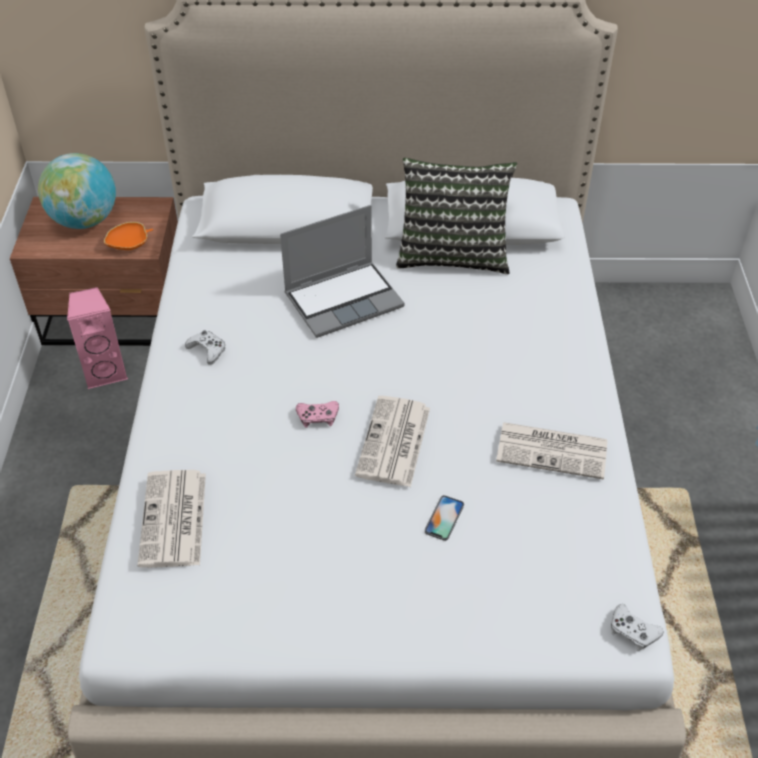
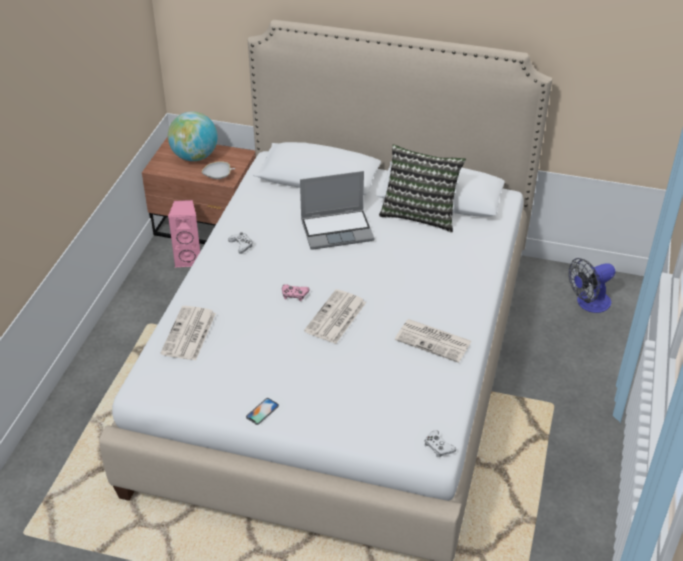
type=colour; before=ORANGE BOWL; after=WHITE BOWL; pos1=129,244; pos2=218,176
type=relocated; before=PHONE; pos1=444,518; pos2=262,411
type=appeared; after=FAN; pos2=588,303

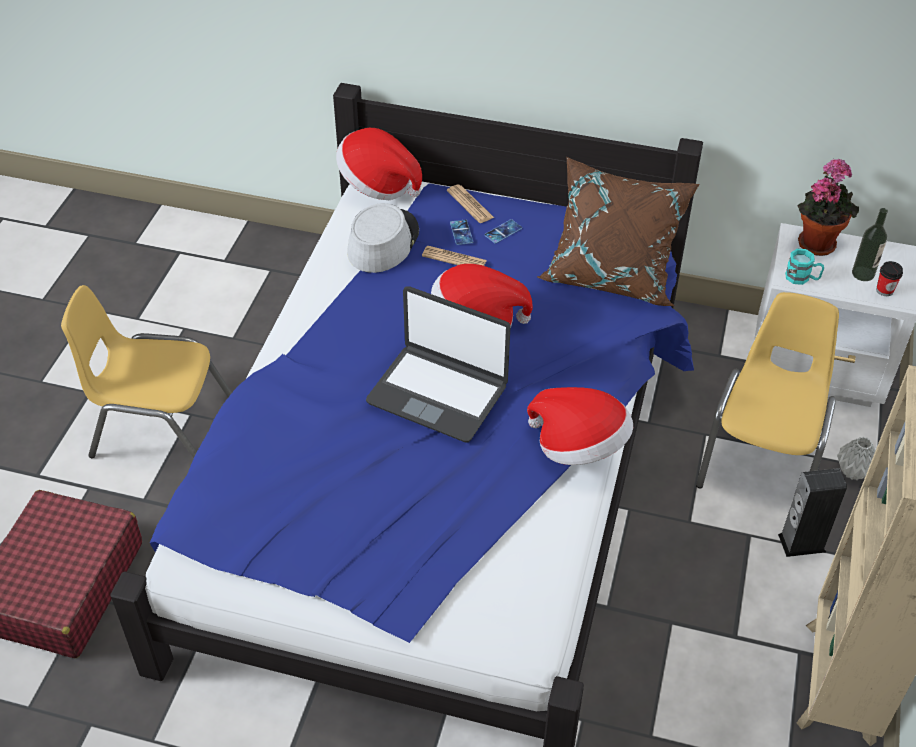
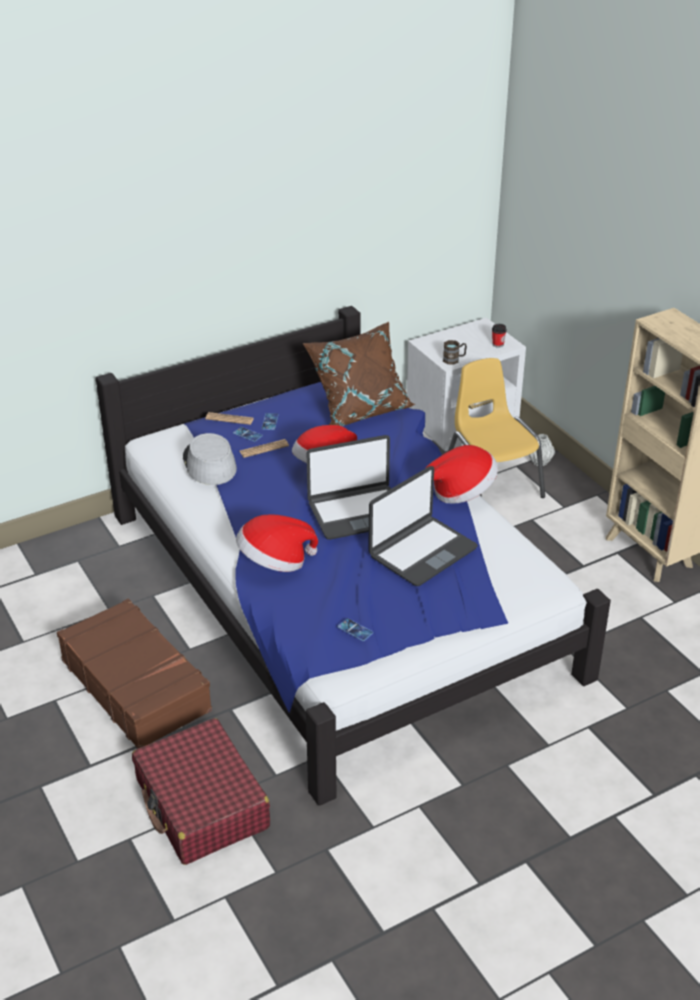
type=relocated; before=HAT; pos1=378,184; pos2=275,562
type=missing; before=POTTED PLANT; pos1=817,242
type=missing; before=BOTTLE; pos1=863,274
type=colour; before=TURQUOISE MUG; after=BROWN MUG; pos1=802,278; pos2=454,359
type=exchanged; before=YELLOW CHAIR; after=BROWN SUITCASE; pos1=162,427; pos2=136,685
type=missing; before=SPEAKER; pos1=802,543
type=appeared; after=LAPTOP; pos2=422,551
type=appeared; after=PHONE; pos2=355,630

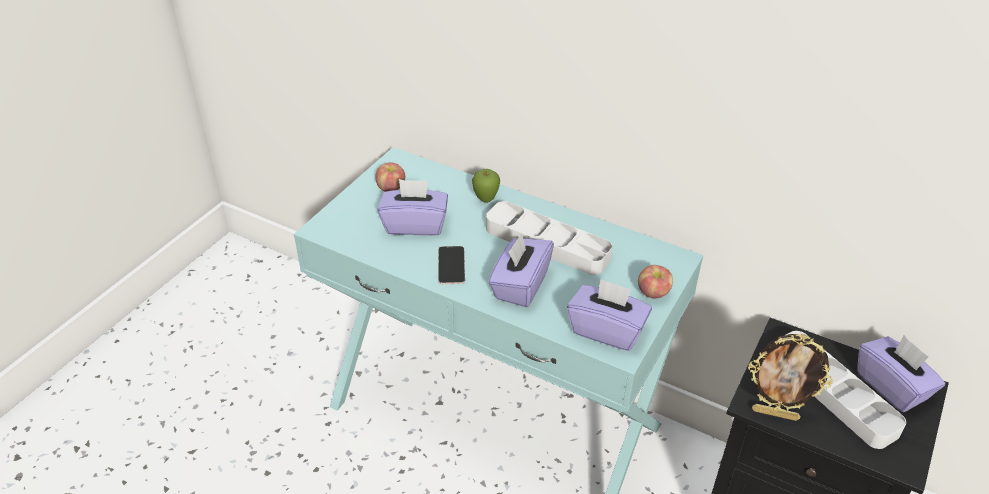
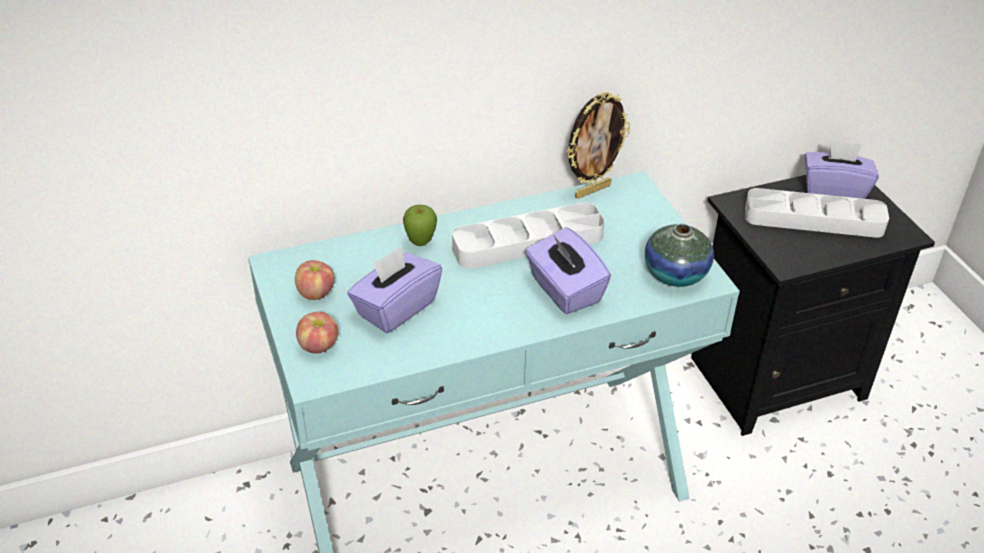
type=missing; before=PHONE; pos1=451,265
type=relocated; before=APPLE; pos1=653,293; pos2=319,346
type=exchanged; before=PURPLE TISSUE BOX; after=VASE; pos1=607,330; pos2=675,274
type=relocated; before=PICTURE FRAME; pos1=775,413; pos2=592,190

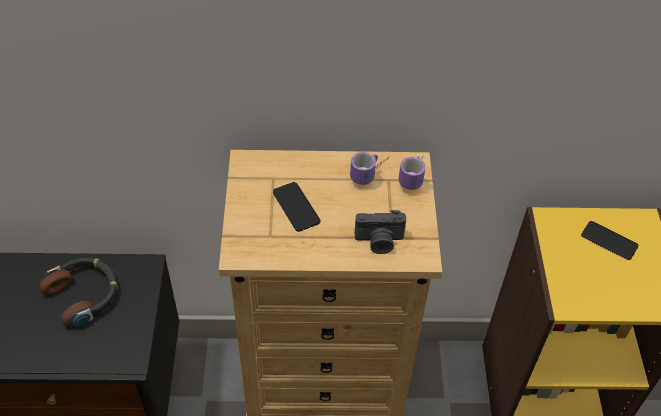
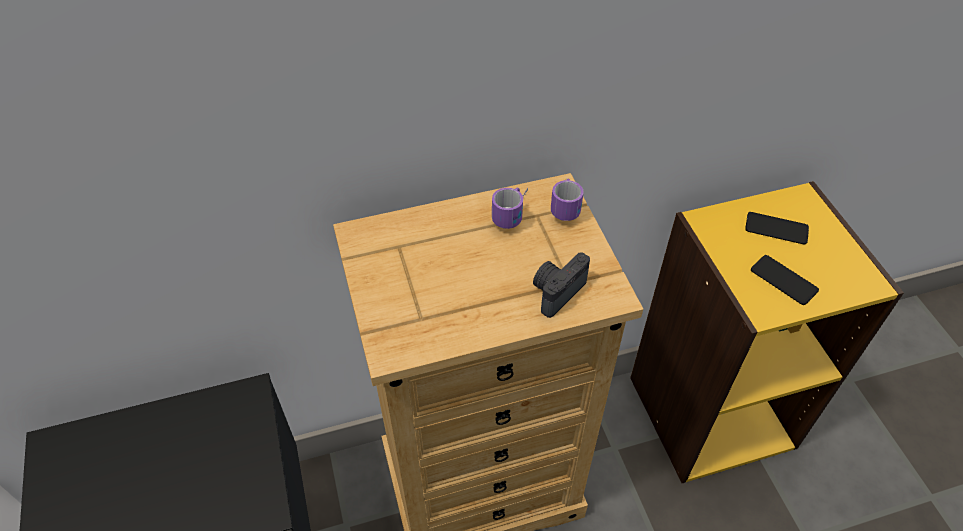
type=relocated; before=PHONE; pos1=296,207; pos2=783,280
type=spun; before=PHOTO CAMERA; pos1=379,242; pos2=556,291; turn=150
type=missing; before=HEADPHONES; pos1=84,294

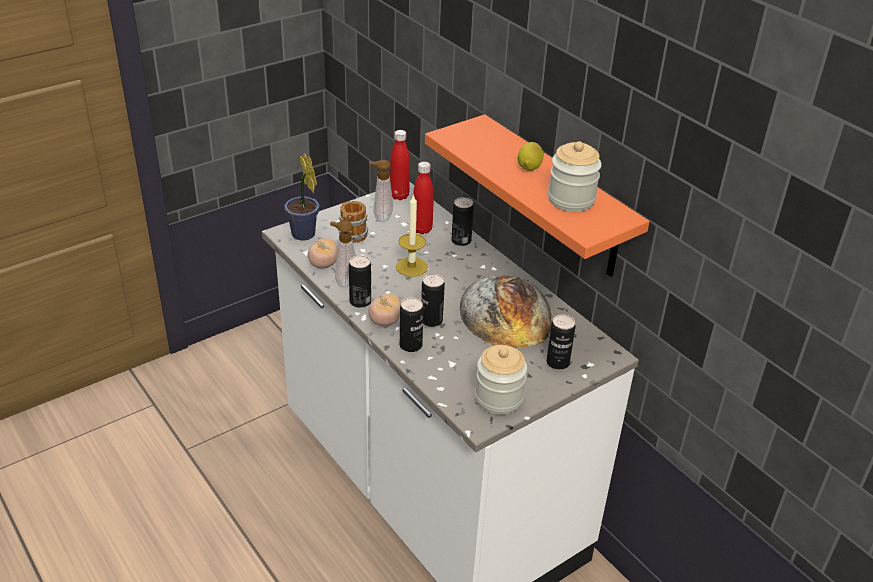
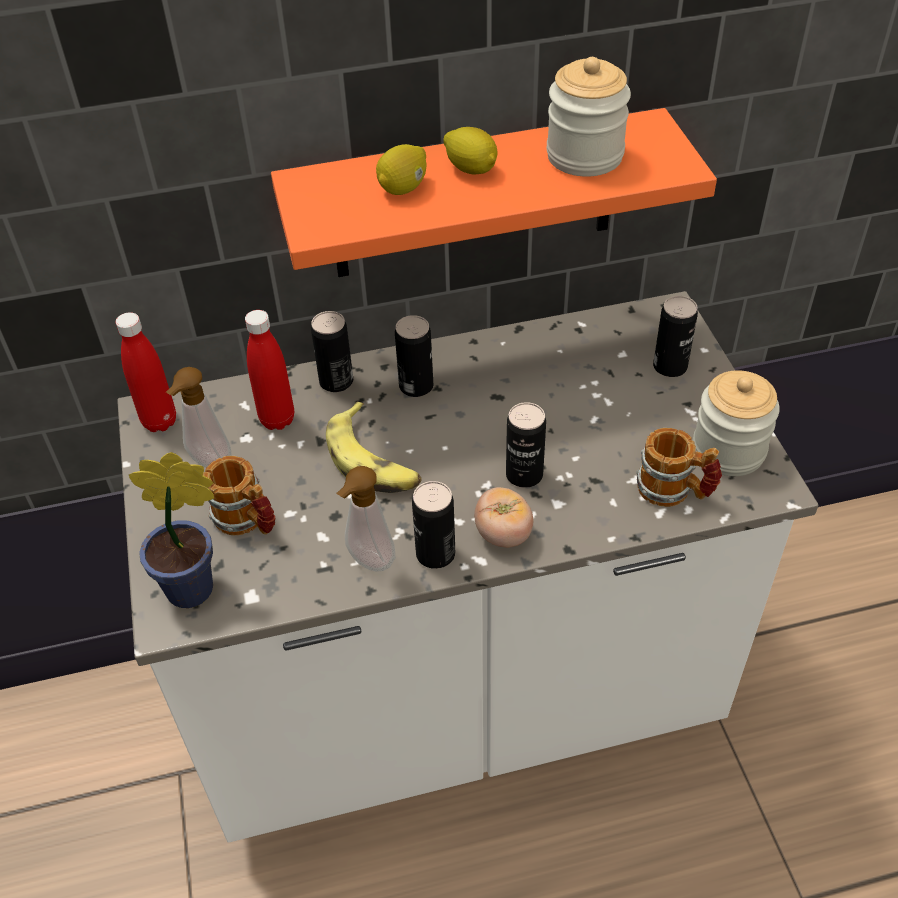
type=exchanged; before=CANDLE; after=BANANA; pos1=411,267; pos2=373,461
type=missing; before=TOMATO; pos1=323,265
type=missing; before=BREAD; pos1=506,312
type=relocated; before=CAN; pos1=410,345; pos2=416,386
type=appeared; after=LEMON; pos2=403,188
type=appeared; after=MUG; pos2=674,491

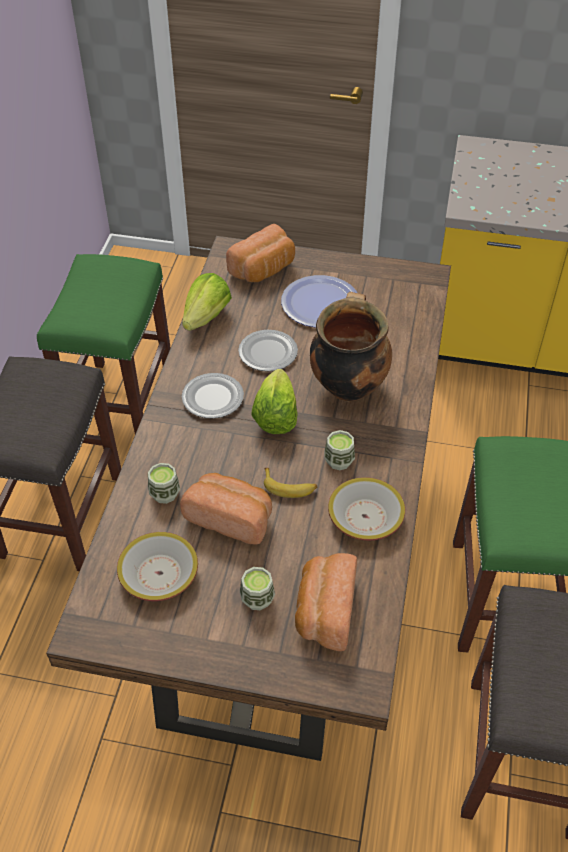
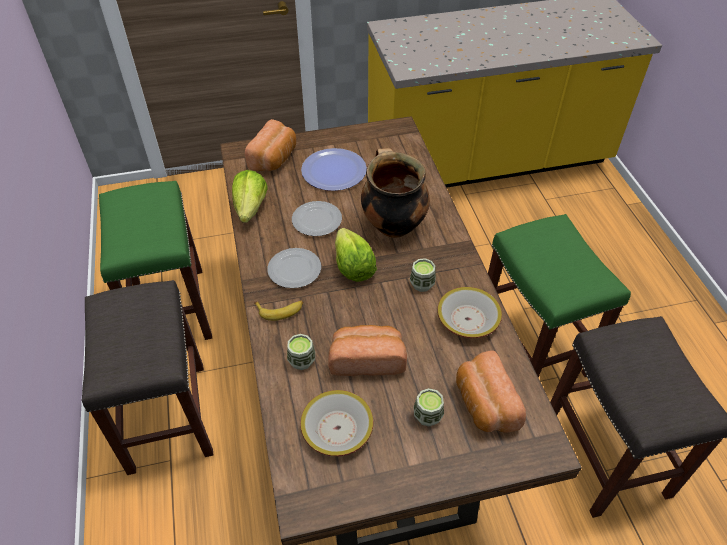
type=relocated; before=BANANA; pos1=289,487; pos2=280,310

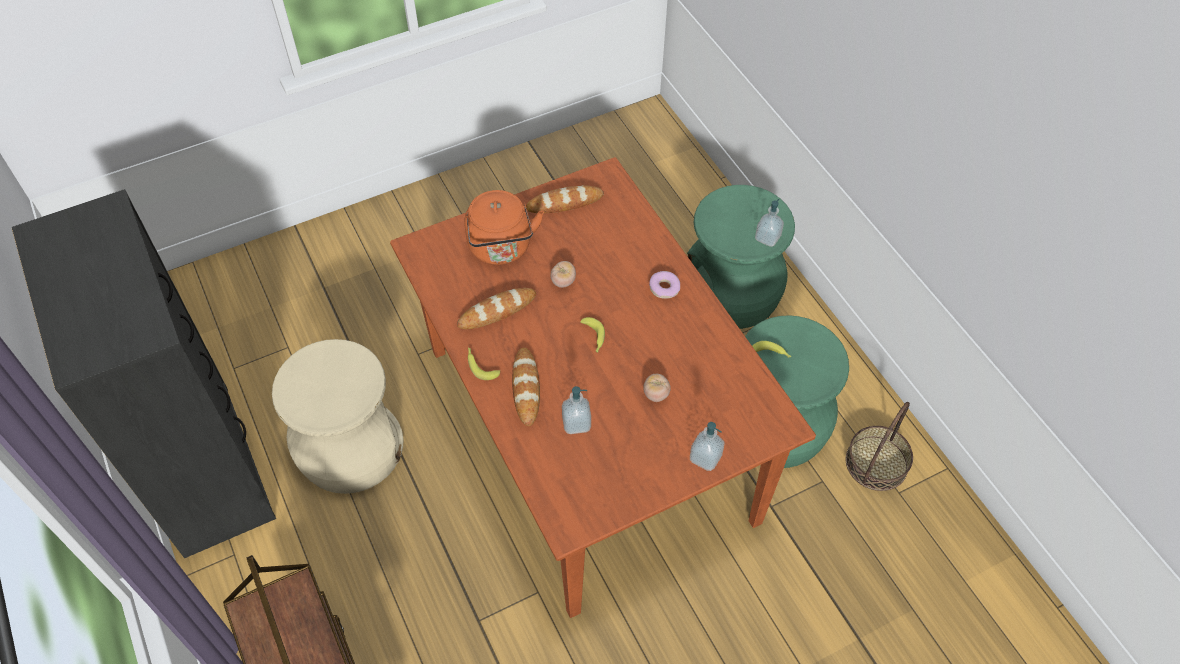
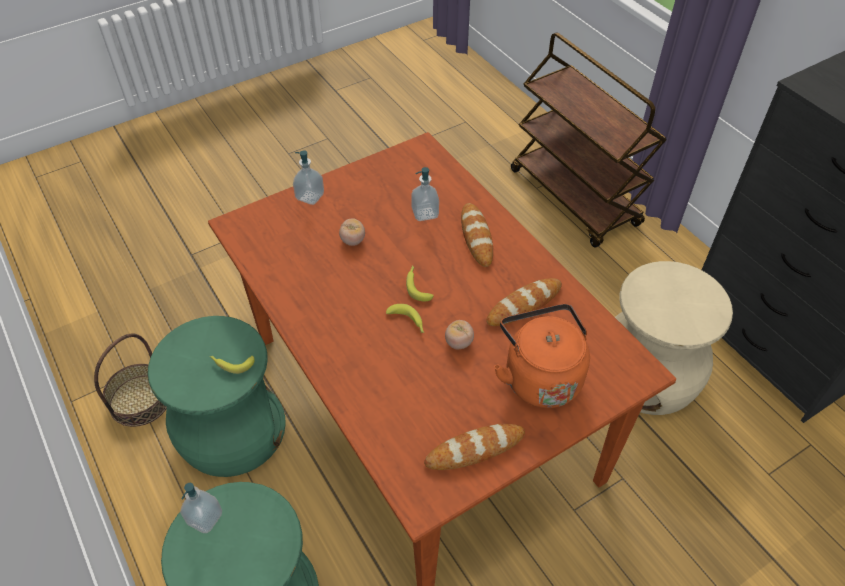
type=missing; before=DONUT; pos1=664,288
type=relocated; before=BANANA; pos1=480,365; pos2=408,322

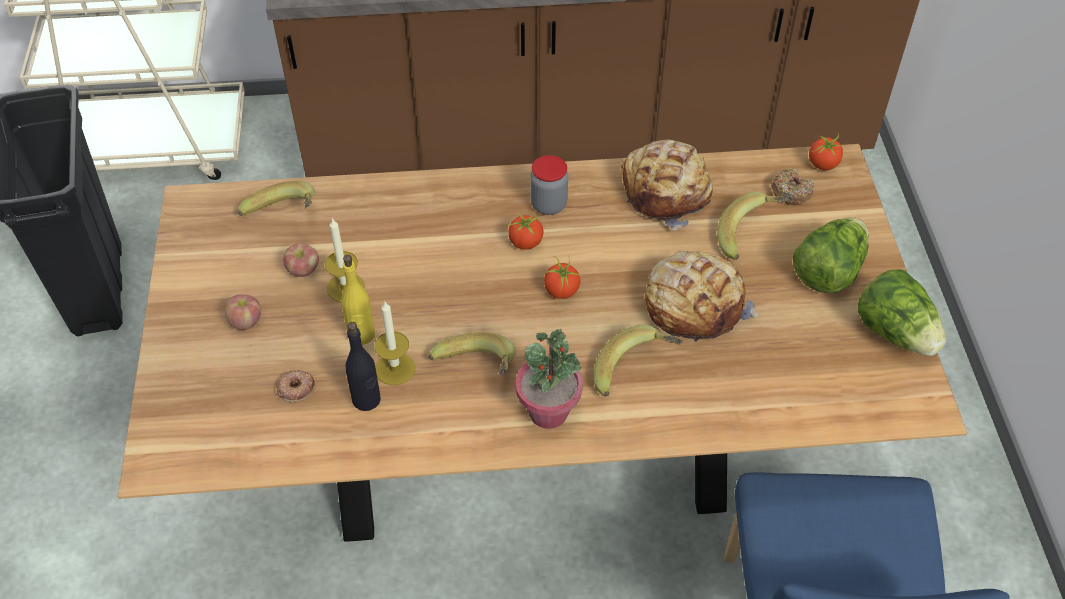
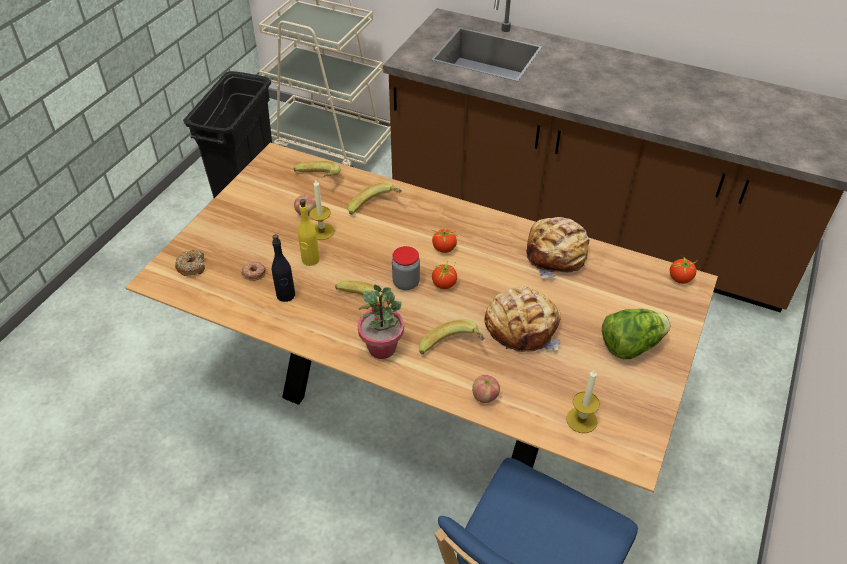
type=relocated; before=JAR; pos1=548,205; pos2=406,283
type=relocated; before=DONUT; pos1=791,192; pos2=192,267
type=relocated; before=BANANA; pos1=752,236; pos2=376,209
type=missing; before=LETTUCE; pos1=895,333
type=relocated; before=APPLE; pos1=245,322; pos2=485,396
type=relocated; before=CANDLE; pos1=395,368; pos2=581,420

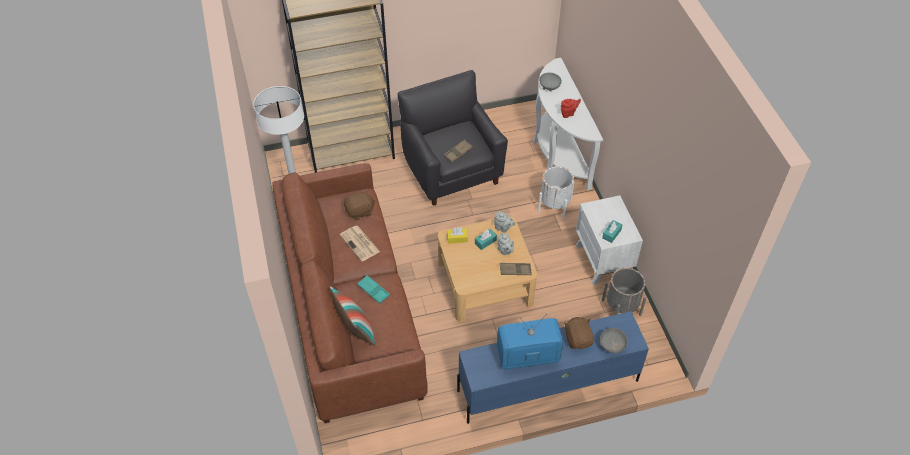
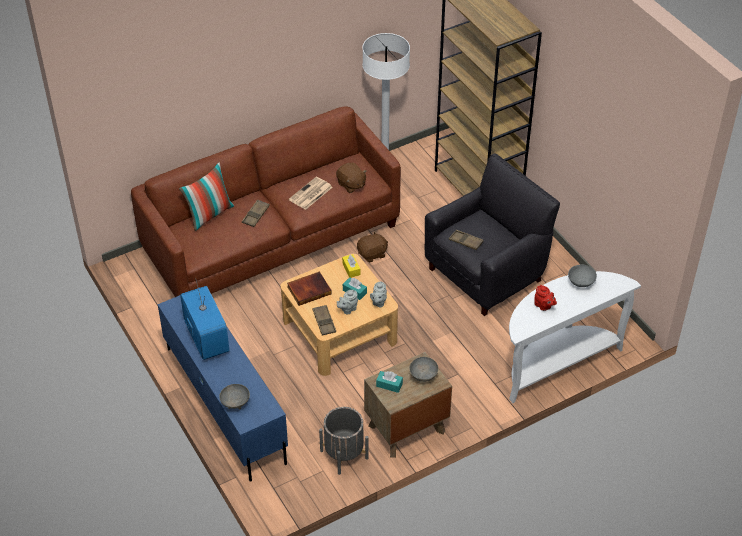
type=missing; before=WHITE PLANTER; pos1=554,205
type=colour; before=WHITE NIGHTSTAND; after=BROWN NIGHTSTAND; pos1=603,260; pos2=406,429
type=colour; before=TURQUOISE TRAY; after=BROWN TRAY; pos1=373,291; pos2=256,215
type=relocated; before=BROWN PLUSH TOY; pos1=578,339; pos2=372,254
type=appeared; after=BOOK; pos2=309,289
type=appeared; after=GREY BOWL; pos2=423,376

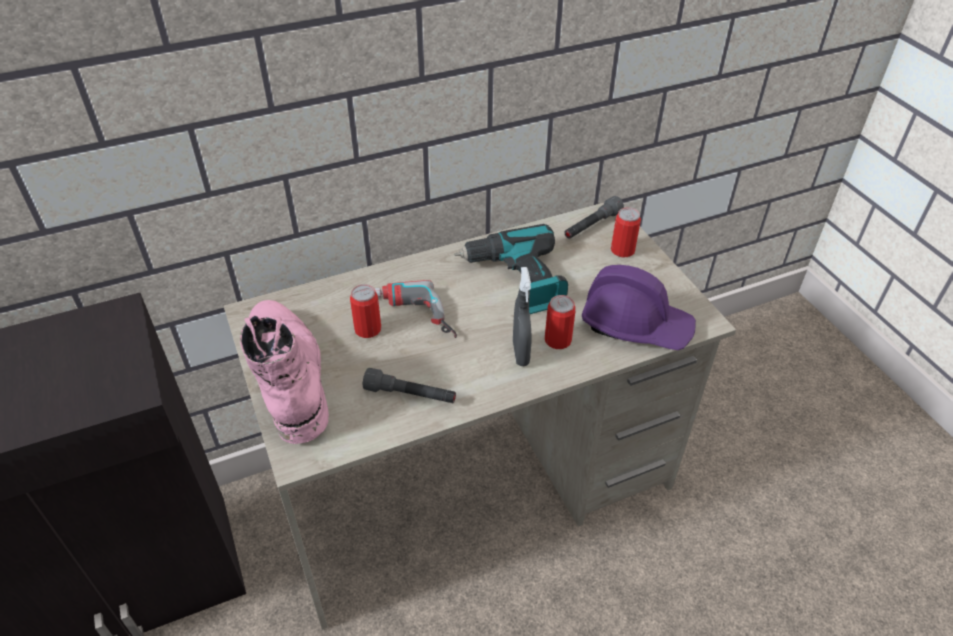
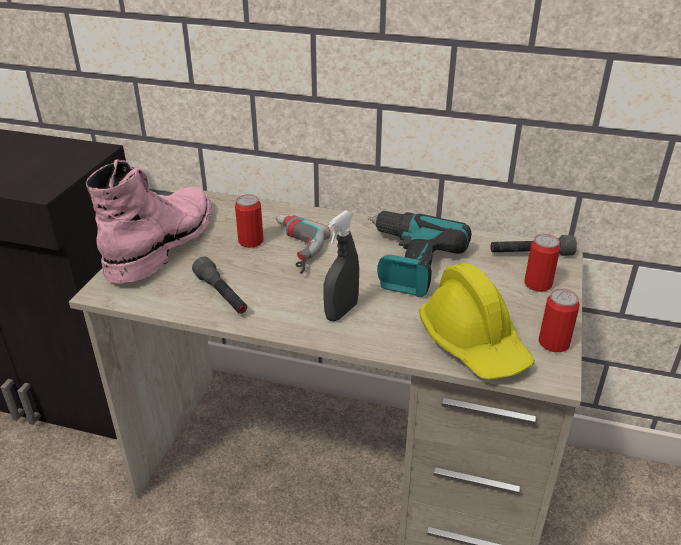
type=colour; before=PURPLE HARD HAT; after=YELLOW HARD HAT; pos1=635,325; pos2=473,344
type=relocated; before=CAN; pos1=558,340; pos2=553,343

